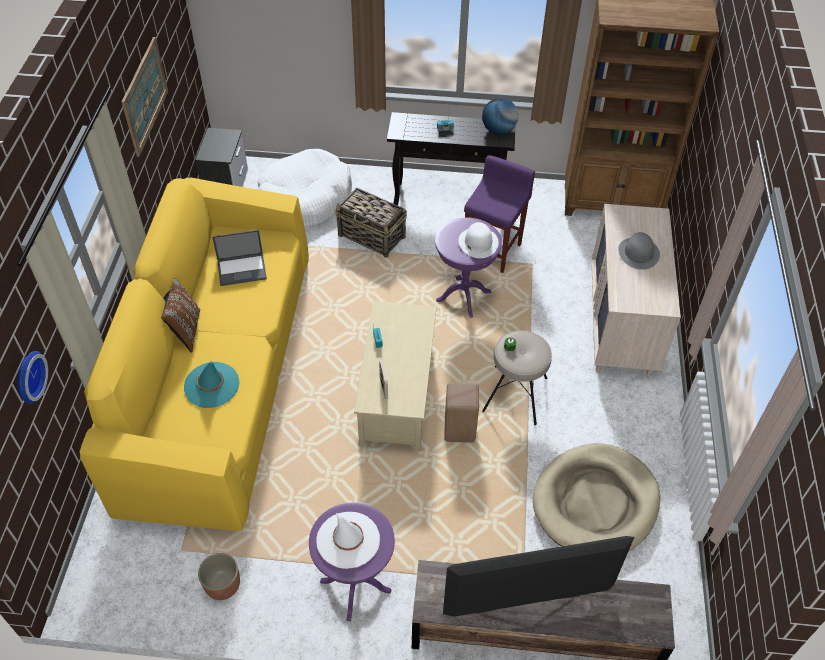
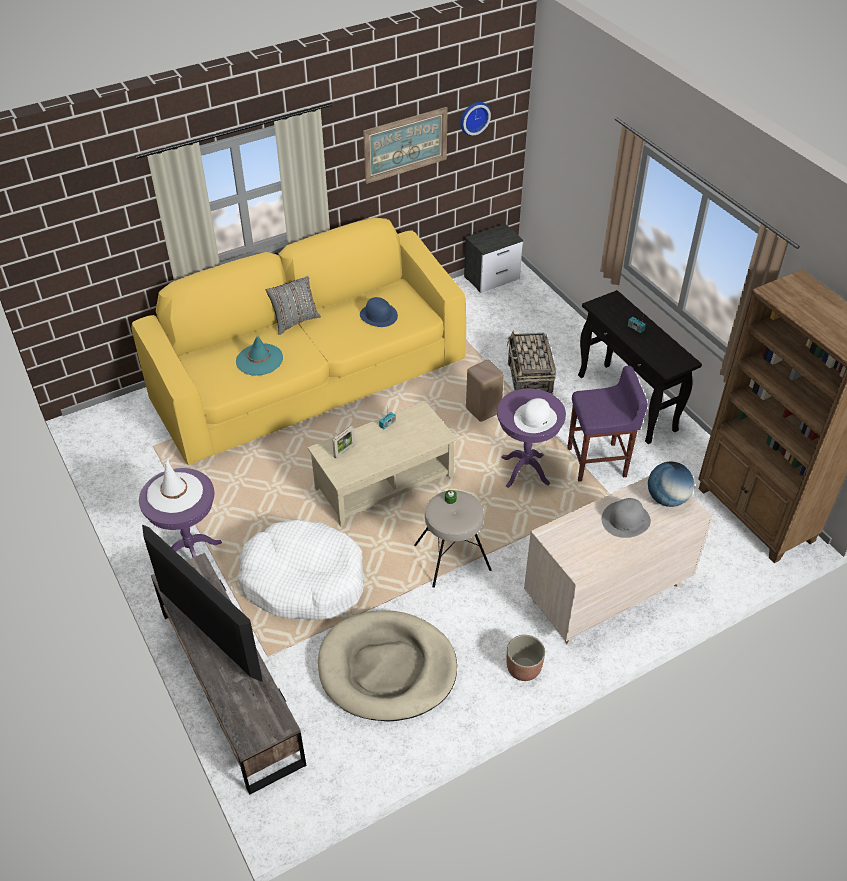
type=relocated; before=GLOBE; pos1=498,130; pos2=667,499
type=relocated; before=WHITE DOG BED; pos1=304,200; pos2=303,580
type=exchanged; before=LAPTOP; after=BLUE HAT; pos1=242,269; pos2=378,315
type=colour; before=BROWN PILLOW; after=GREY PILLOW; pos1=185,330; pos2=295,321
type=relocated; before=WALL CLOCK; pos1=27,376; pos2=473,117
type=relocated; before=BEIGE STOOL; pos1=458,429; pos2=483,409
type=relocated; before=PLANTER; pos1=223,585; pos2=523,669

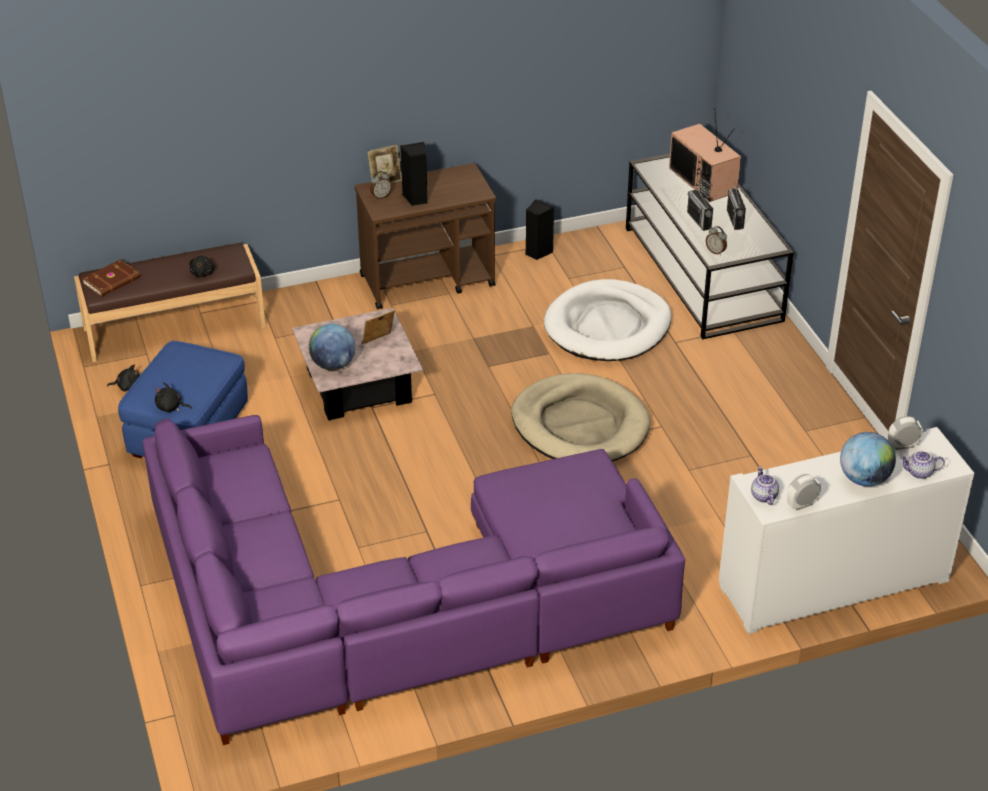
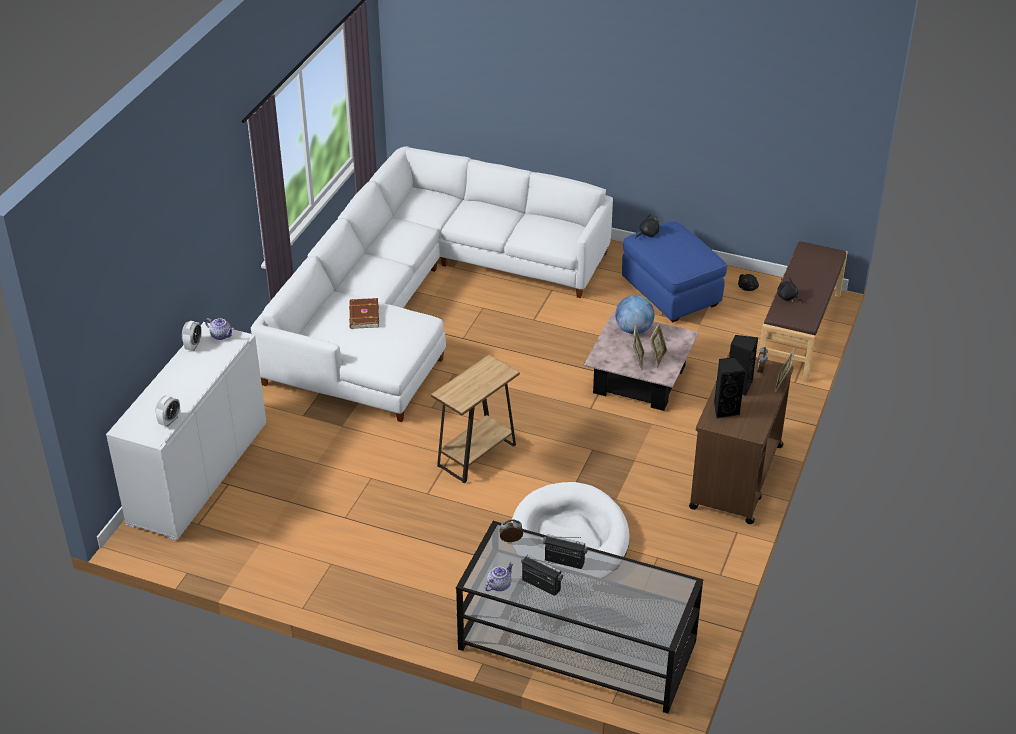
type=missing; before=TELEVISION; pos1=704,180
type=relocated; before=BLACK SPEAKER; pos1=537,252; pos2=725,410
type=relocated; before=BROWN BOOK; pos1=112,280; pos2=363,315
type=exchanged; before=BEIGE DOG BED; after=BROWN SIDE TABLE; pos1=580,425; pos2=476,455
type=colour; before=PURPLE SOFA; after=WHITE SOFA; pos1=395,605; pos2=420,298
type=missing; before=GLOBE; pos1=864,479
type=relocated; before=TEAPOT; pos1=919,473; pos2=499,585
type=appeared; after=PICTURE FRAME; pos2=657,357

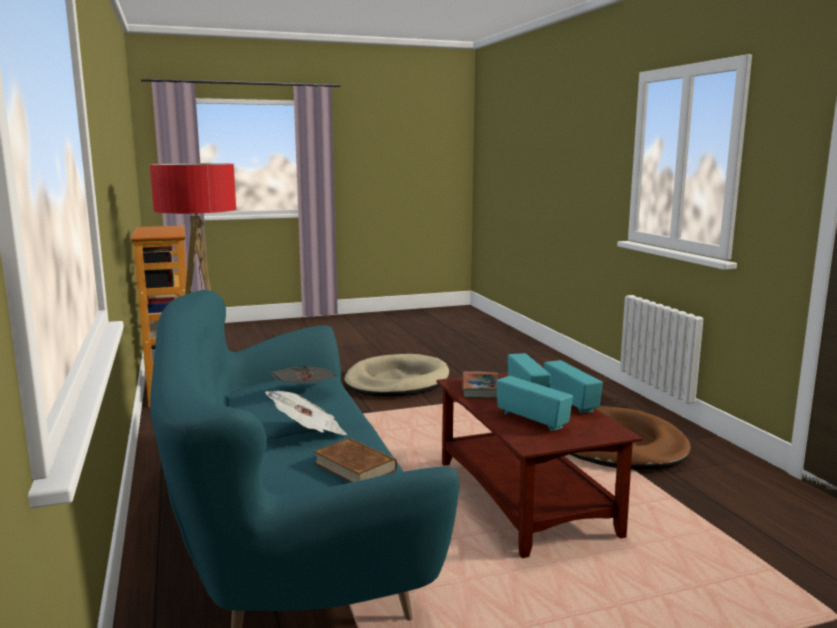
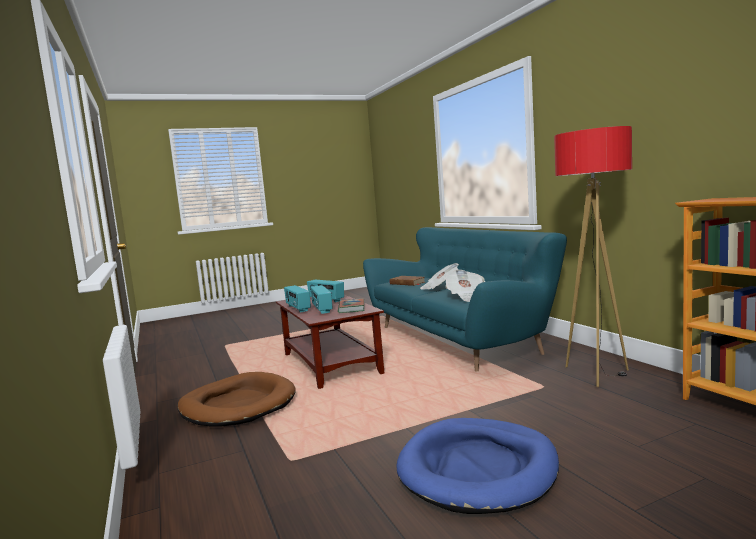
type=colour; before=BEIGE DOG BED; after=BLUE DOG BED; pos1=397,381; pos2=478,469

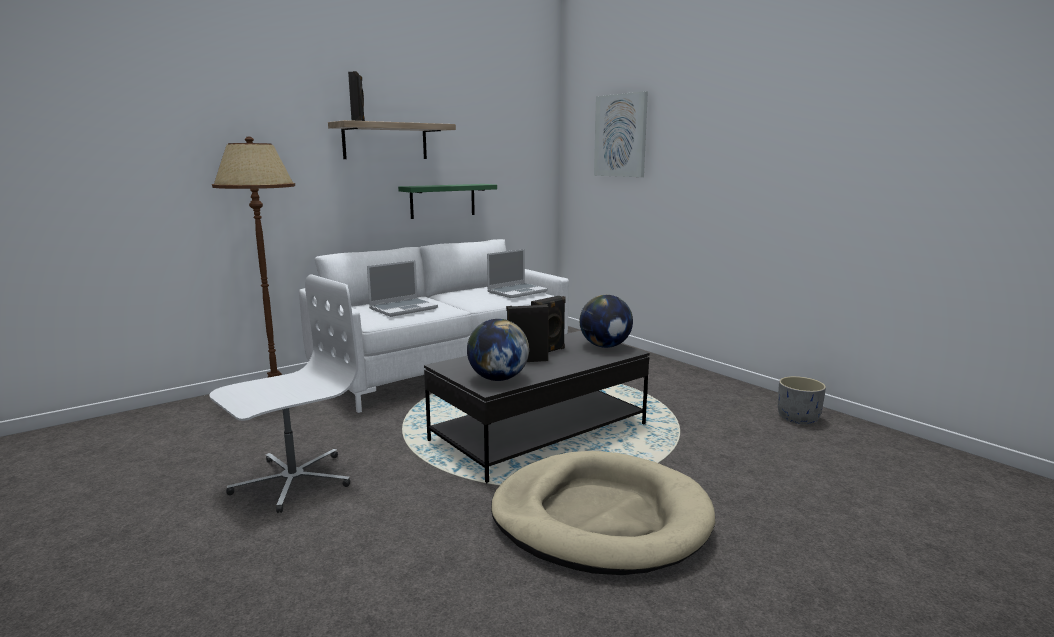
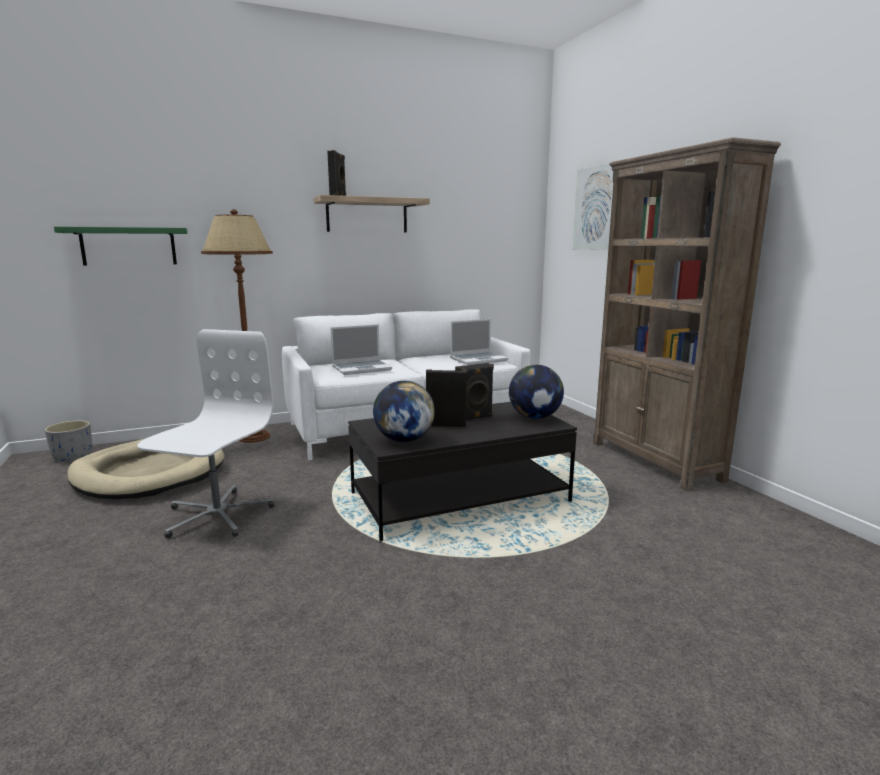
type=relocated; before=GREEN SHELF; pos1=442,201; pos2=129,246
type=spun; before=WHITE OFFICE CHAIR; pos1=292,481; pos2=216,515; turn=-45
type=relocated; before=GREY PLANTER; pos1=798,419; pos2=73,457
type=relocated; before=BEIGE DOG BED; pos1=600,518; pos2=149,473
type=appeared; after=BROWN BOOKCASE; pos2=655,461

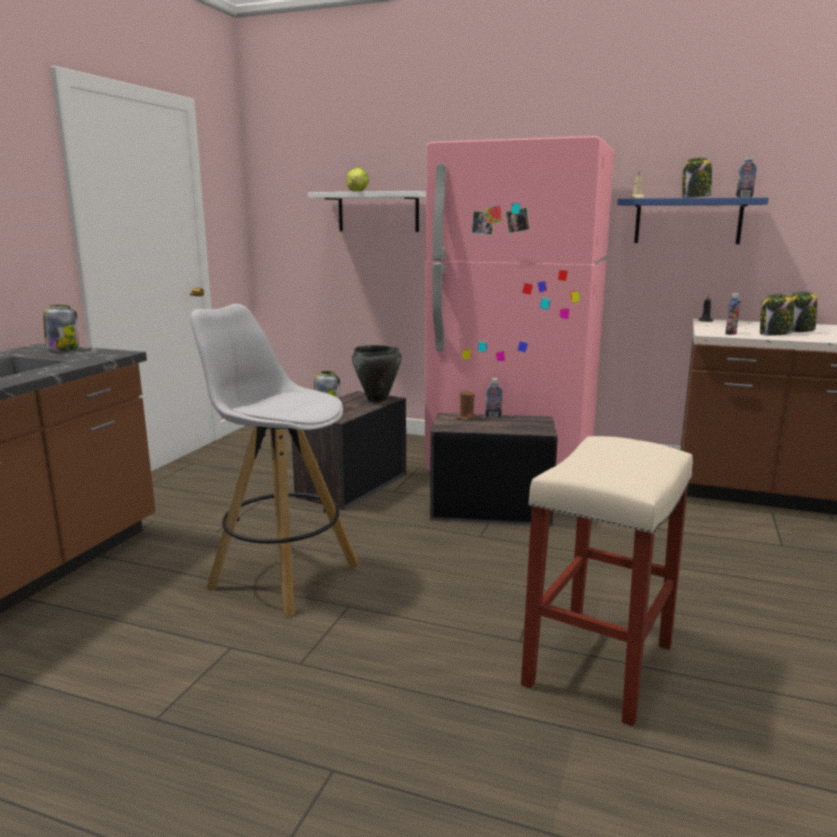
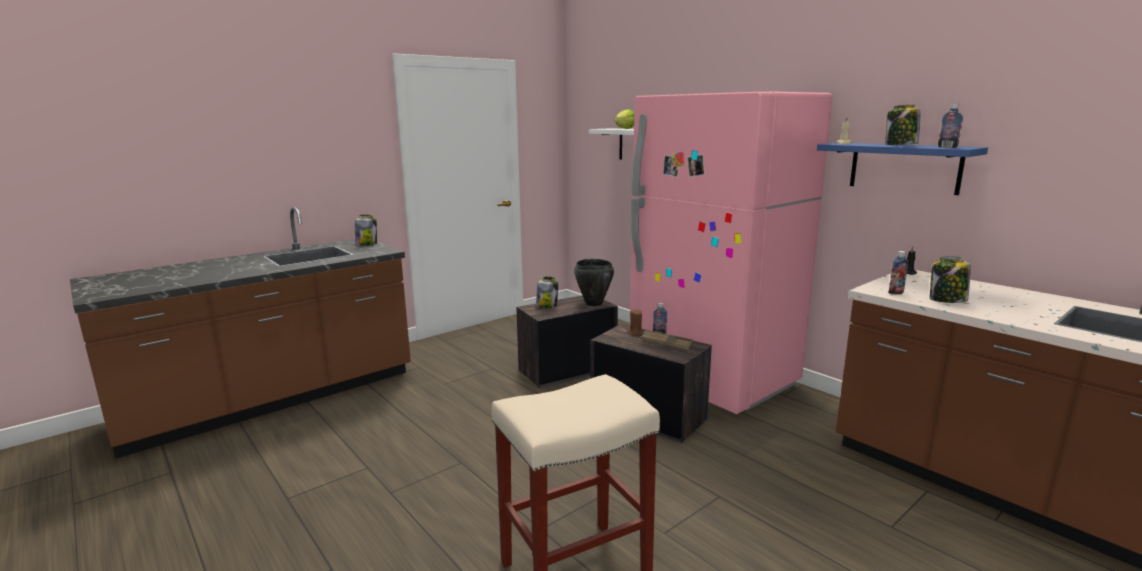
type=missing; before=JAR; pos1=799,331
type=missing; before=WHITE STOOL; pos1=282,576
type=appeared; after=BROWN TRAY; pos2=666,344

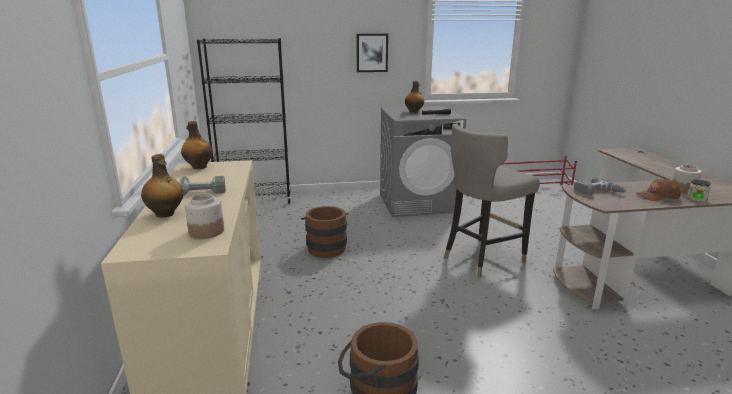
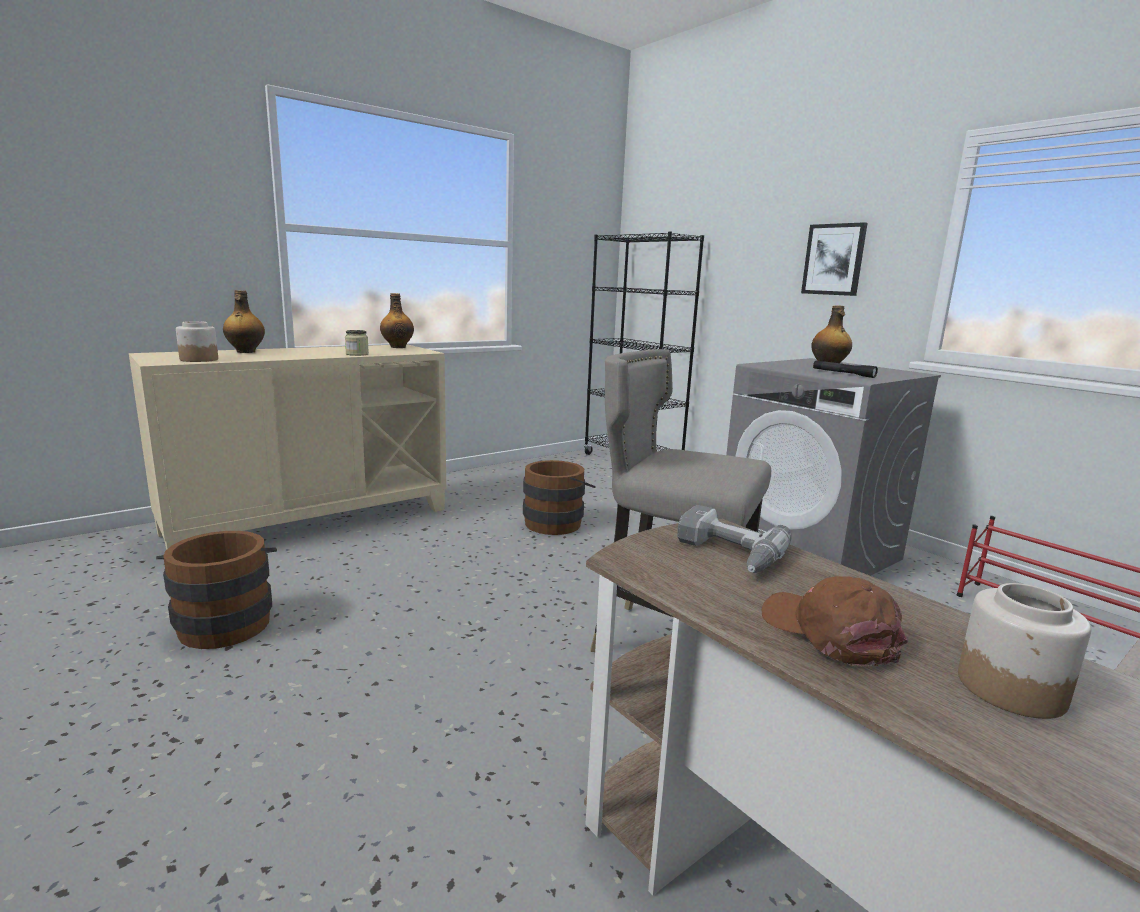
type=missing; before=POWER DRILL; pos1=202,189
type=relocated; before=JAR; pos1=696,199; pos2=357,354

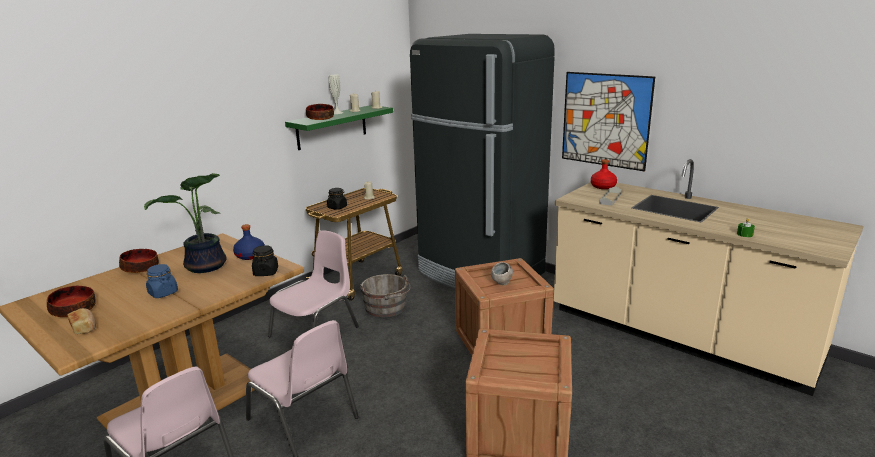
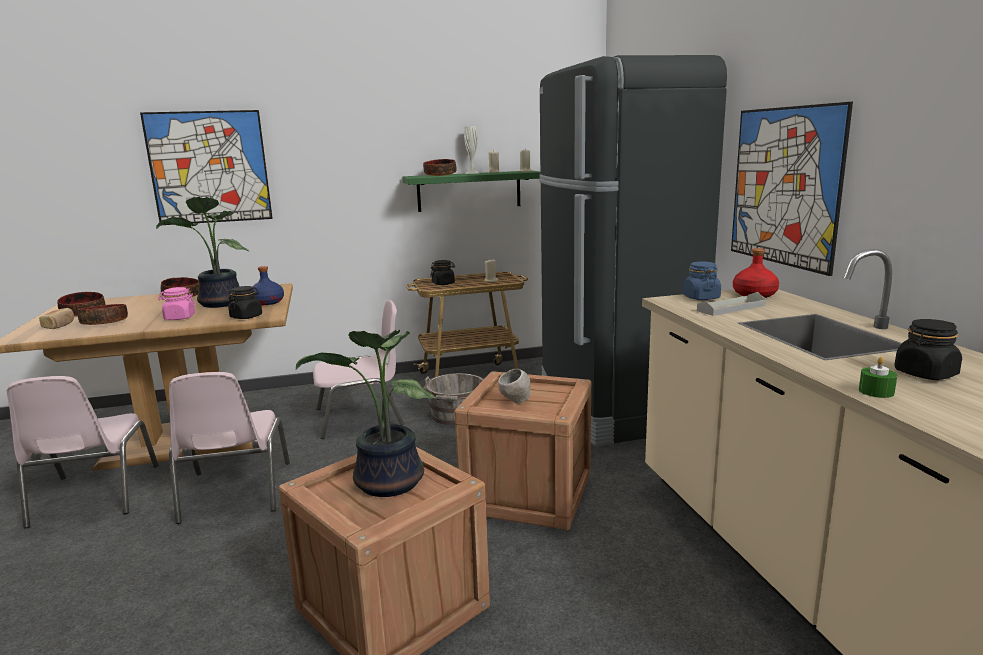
type=relocated; before=BLUE JAR; pos1=163,293; pos2=701,298
type=appeared; after=PICTURE; pos2=209,167
type=appeared; after=PINK JAR; pos2=179,318
type=appeared; after=BOWL; pos2=105,323
type=appeared; after=BLACK JAR; pos2=925,374
type=appeared; after=POTTED PLANT; pos2=386,484

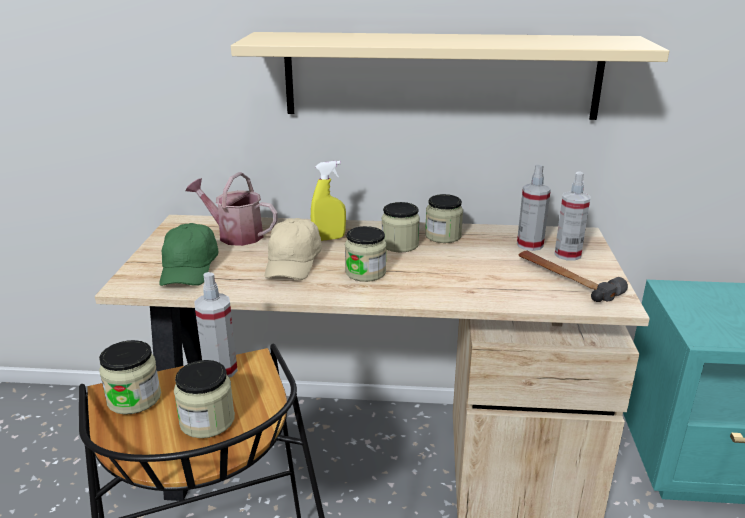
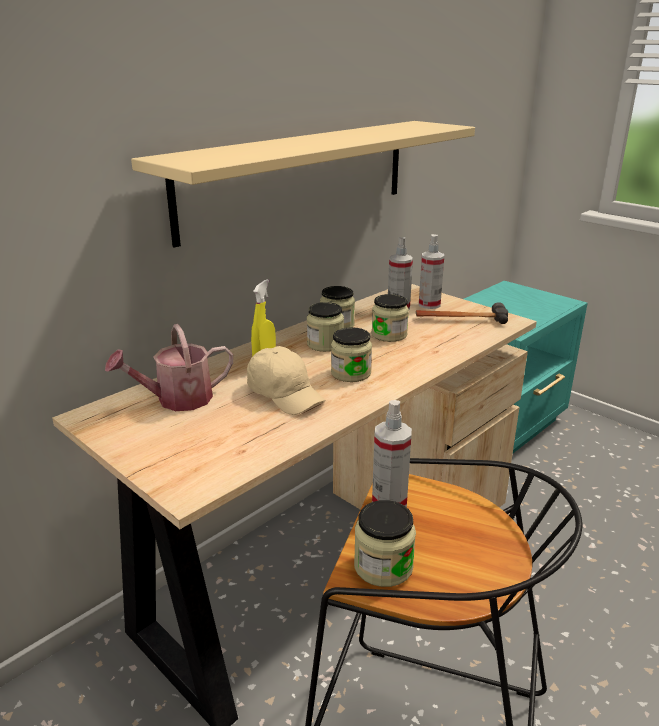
type=missing; before=GREEN CAP; pos1=189,269
type=relocated; before=JAR; pos1=207,421; pos2=389,335

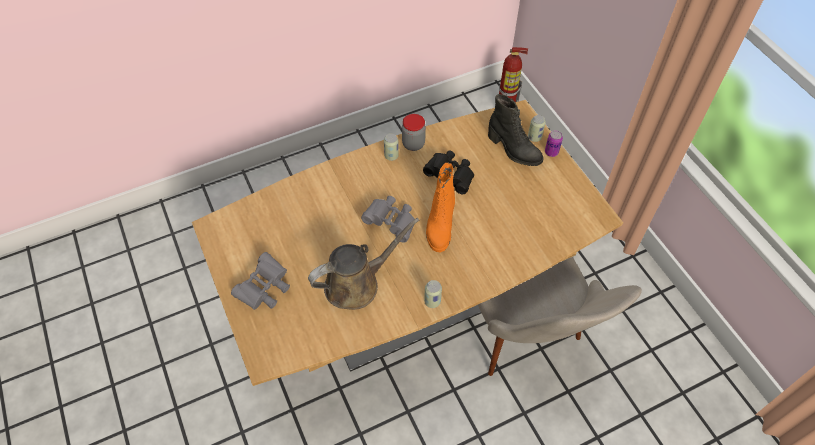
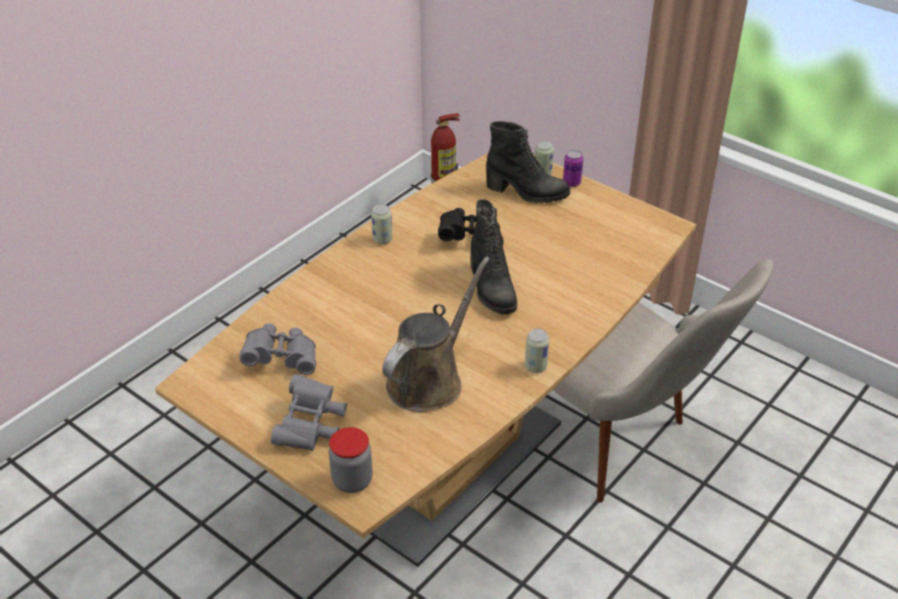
type=relocated; before=JAR; pos1=413,144; pos2=352,481
type=colour; before=ORANGE BOOT; after=BLACK BOOT; pos1=439,225; pos2=491,289
type=relocated; before=GREY BINOCULARS; pos1=391,223; pos2=282,359

